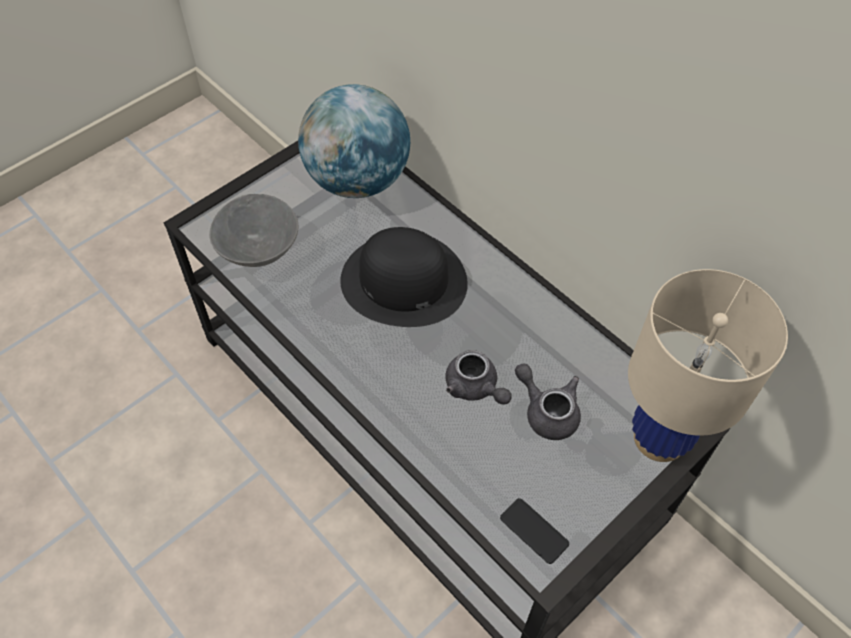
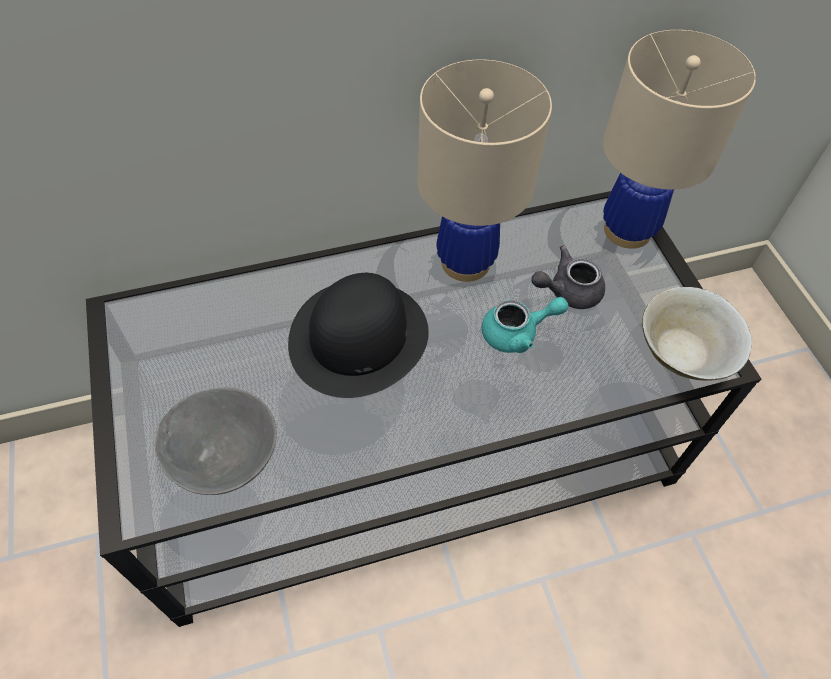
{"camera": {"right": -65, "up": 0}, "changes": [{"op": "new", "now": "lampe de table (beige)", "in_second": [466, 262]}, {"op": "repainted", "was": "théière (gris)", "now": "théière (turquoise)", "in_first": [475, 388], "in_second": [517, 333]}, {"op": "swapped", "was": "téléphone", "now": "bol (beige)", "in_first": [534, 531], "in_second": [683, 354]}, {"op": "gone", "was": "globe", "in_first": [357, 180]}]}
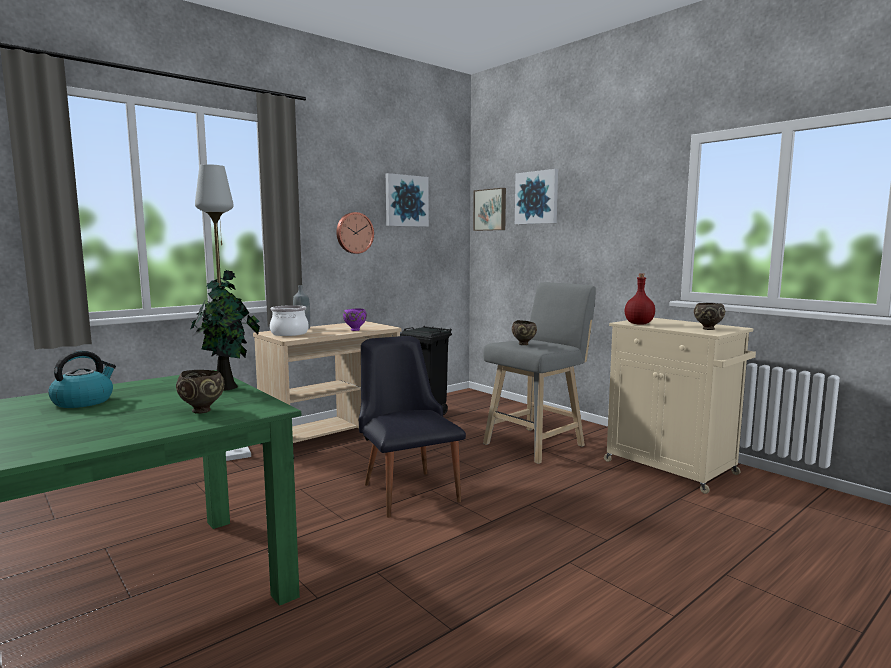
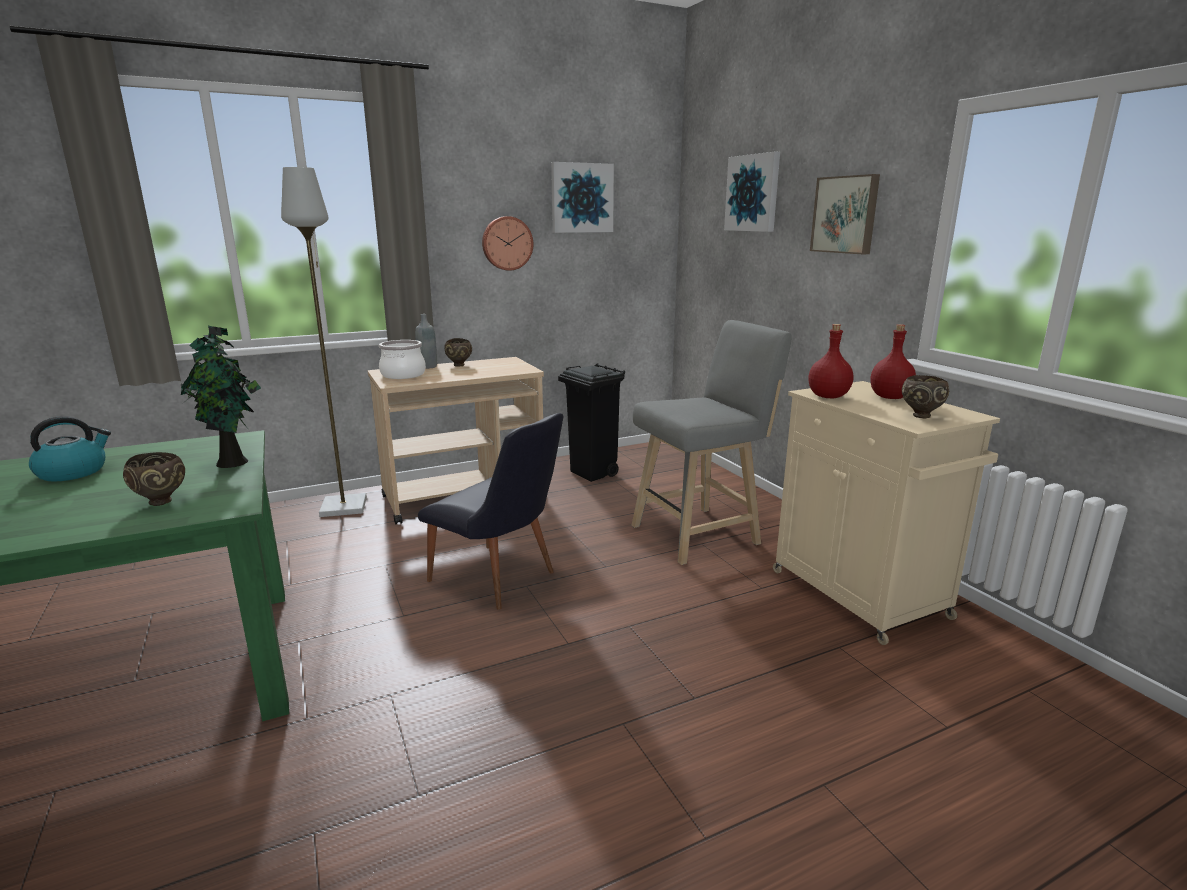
{"camera": {"right": 15, "up": 10}, "changes": [{"op": "rotated", "was": "chaise (noir)", "in_first": [407, 488], "in_second": [500, 580], "clockwise": 135}, {"op": "shifted", "was": "bol (marron)", "in_first": [524, 344], "in_second": [459, 365]}, {"op": "shifted", "was": "tableau", "in_first": [490, 210], "in_second": [846, 215]}, {"op": "new", "now": "bouteille (rouge)", "in_second": [889, 397]}, {"op": "gone", "was": "bol (violet)", "in_first": [355, 330]}]}
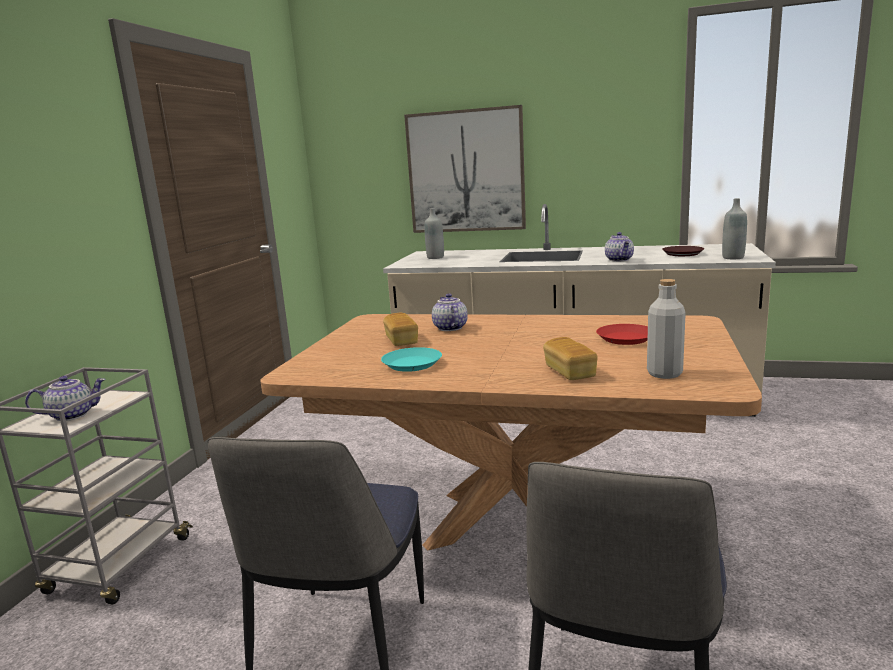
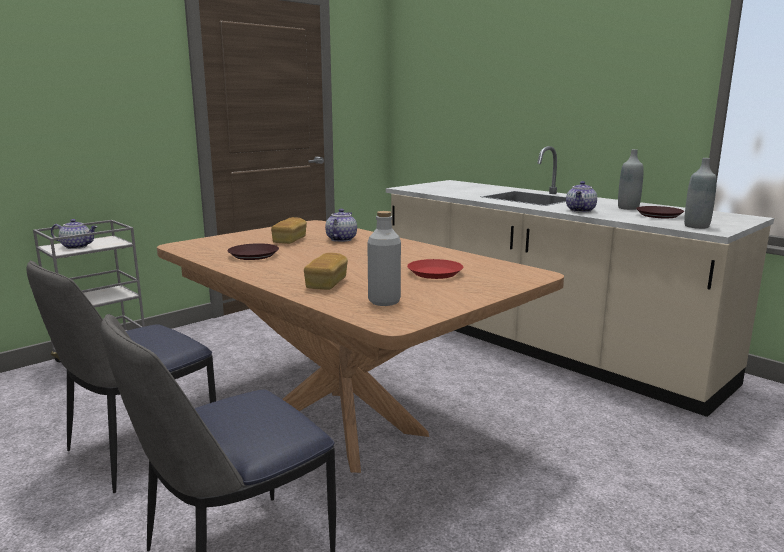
{"camera": {"right": 30, "up": 0}, "changes": [{"op": "repainted", "was": "assiette (turquoise)", "now": "assiette (marron)", "in_first": [411, 364], "in_second": [253, 255]}, {"op": "shifted", "was": "bouteille (gris)", "in_first": [435, 257], "in_second": [628, 208]}, {"op": "gone", "was": "tableau", "in_first": [466, 171]}]}
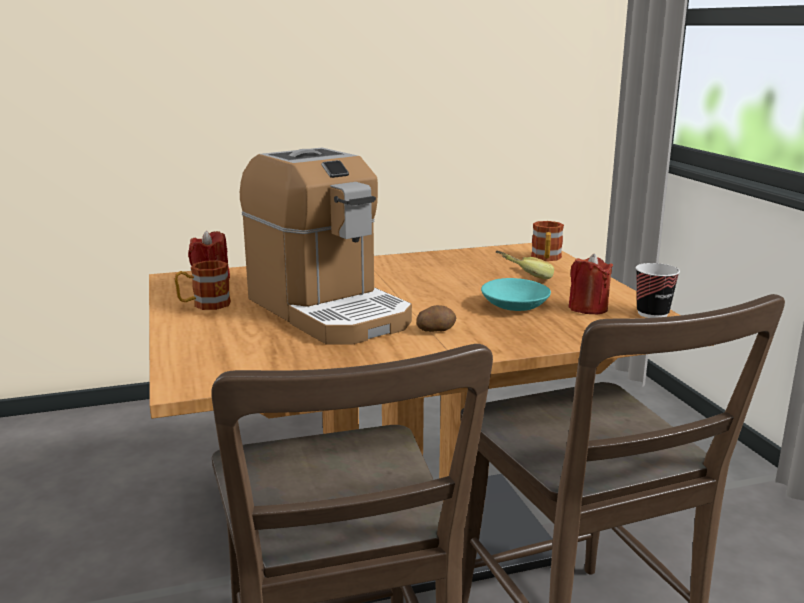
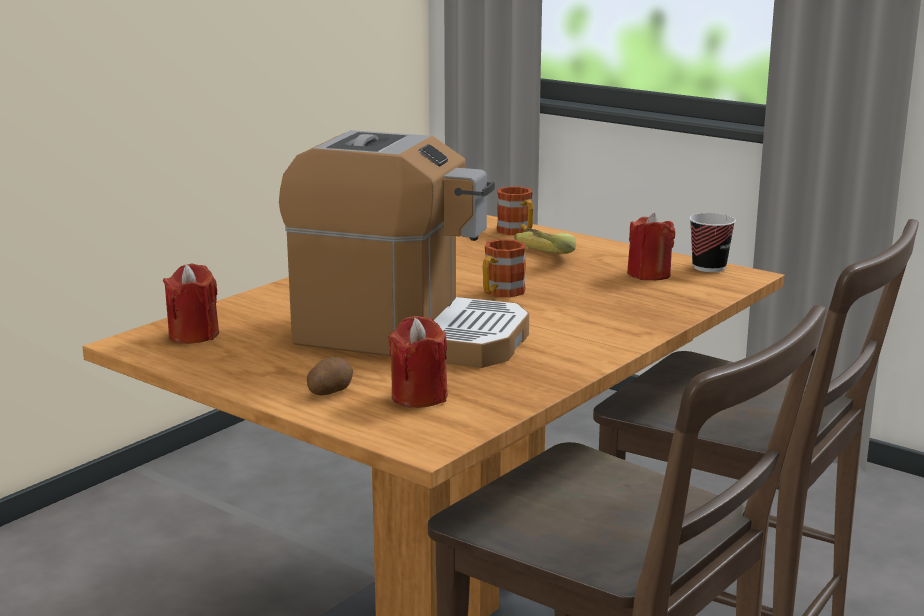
{"camera": {"right": -35, "up": 0}, "changes": [{"op": "shifted", "was": "pomme de terre", "in_first": [435, 330], "in_second": [329, 391]}, {"op": "new", "now": "bougie (rouge)", "in_second": [419, 397]}, {"op": "shifted", "was": "mug", "in_first": [204, 305], "in_second": [500, 293]}, {"op": "gone", "was": "bol (turquoise)", "in_first": [515, 306]}]}
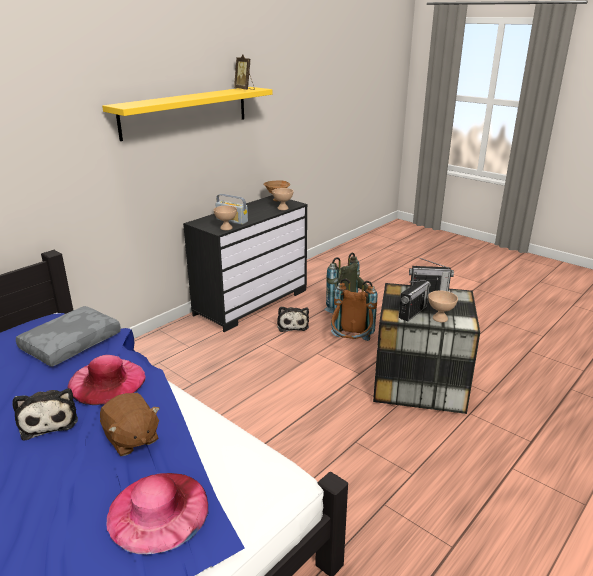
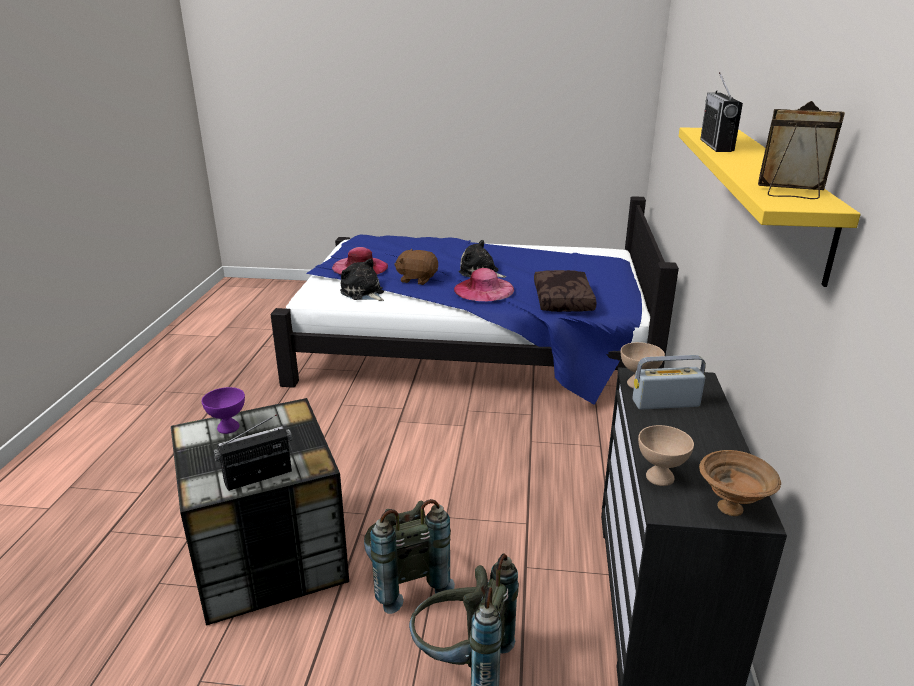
{"camera": {"right": 145, "up": 0}, "changes": [{"op": "repainted", "was": "bol (beige)", "now": "bol (violet)", "in_first": [440, 318], "in_second": [227, 428]}, {"op": "shifted", "was": "peluche", "in_first": [292, 325], "in_second": [363, 293]}, {"op": "repainted", "was": "sac à dos (marron)", "now": "sac à dos (gris)", "in_first": [351, 345], "in_second": [405, 581]}, {"op": "repainted", "was": "coussin (gris)", "now": "coussin (marron)", "in_first": [71, 343], "in_second": [564, 300]}, {"op": "shifted", "was": "radio", "in_first": [413, 312], "in_second": [716, 145]}]}
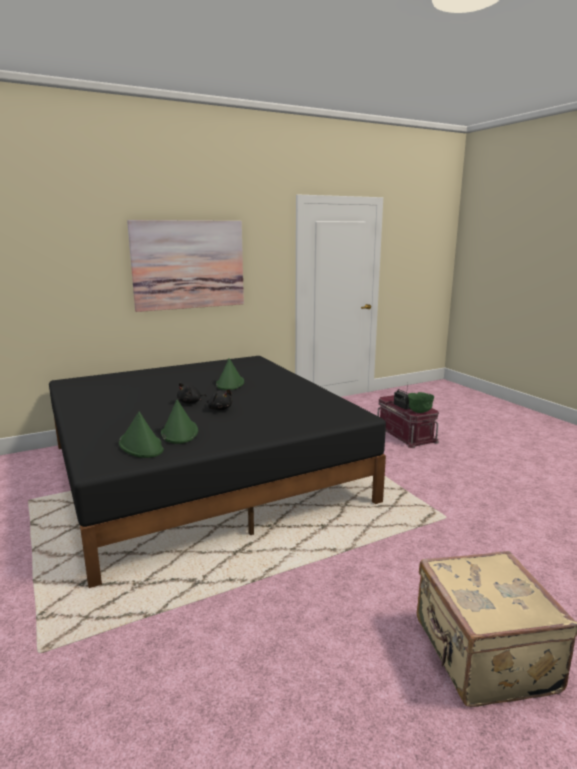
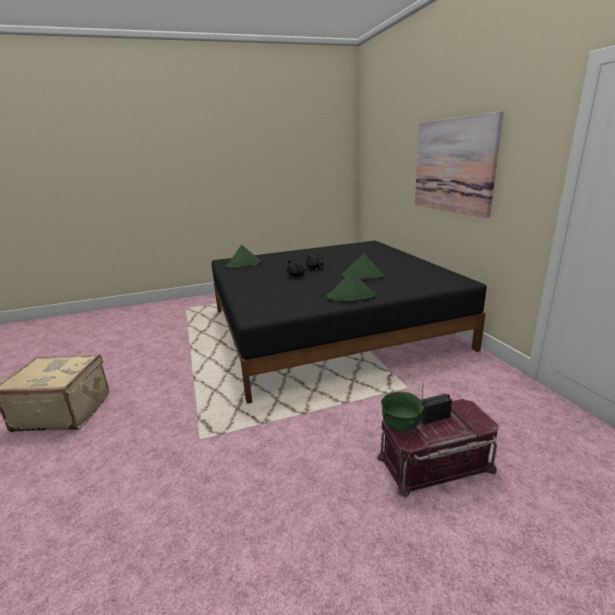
{"camera": {"right": 100, "up": 5}, "changes": [{"op": "shifted", "was": "chapeau (vert)", "in_first": [179, 432], "in_second": [351, 297]}]}
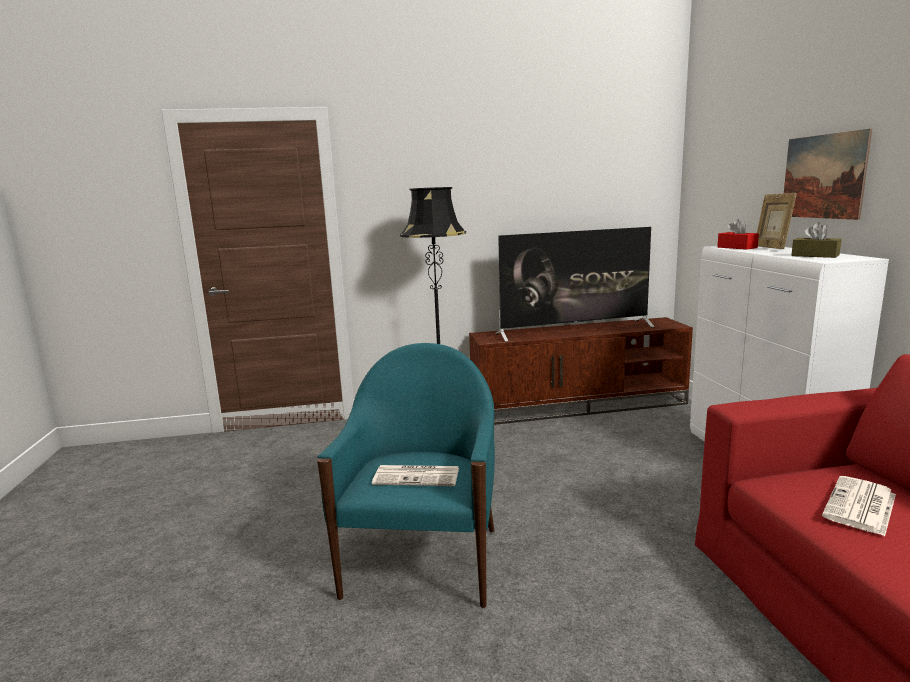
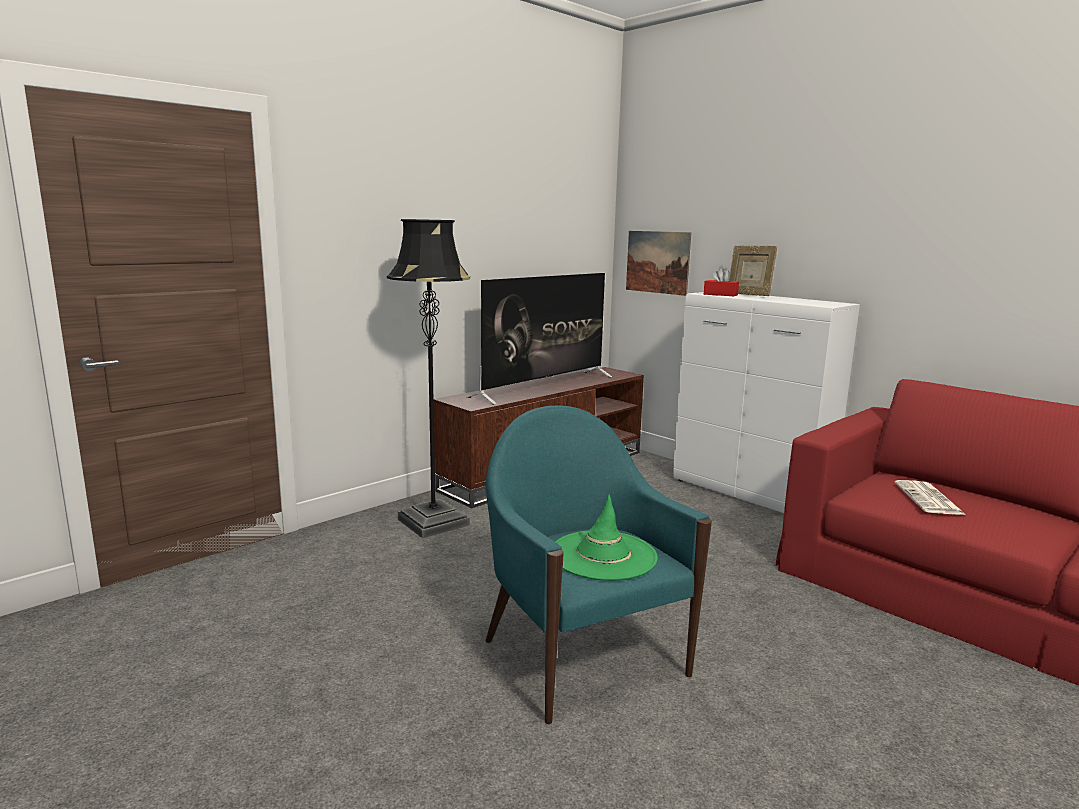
{"camera": {"right": -35, "up": 0}, "changes": [{"op": "swapped", "was": "journal", "now": "chapeau (vert)", "in_first": [418, 476], "in_second": [603, 555]}, {"op": "shifted", "was": "tableau", "in_first": [823, 176], "in_second": [657, 262]}, {"op": "gone", "was": "boîte à mouchoirs (marron)", "in_first": [815, 255]}]}
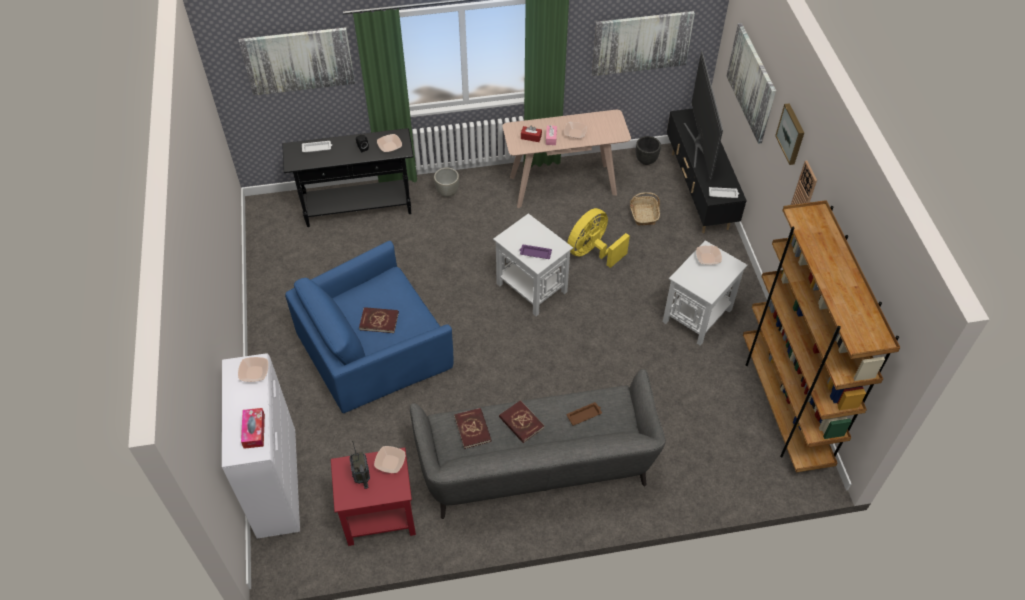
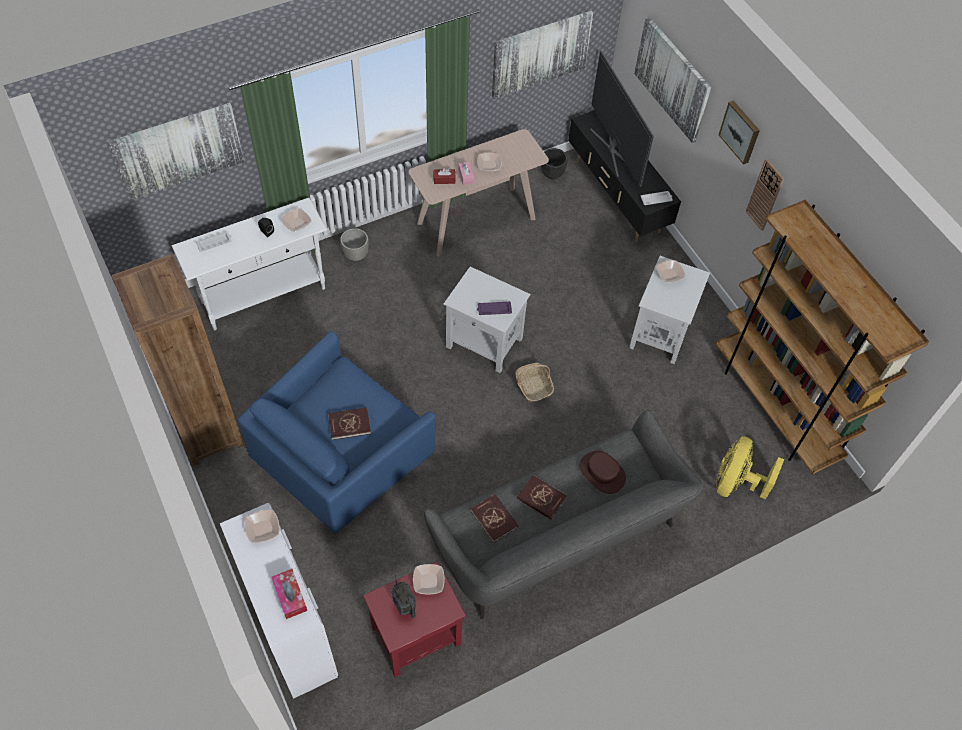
{"camera": {"right": -20, "up": 5}, "changes": [{"op": "new", "now": "bibliothèque (marron)", "in_second": [208, 431]}, {"op": "repainted", "was": "table console (noir)", "now": "table console (blanc)", "in_first": [358, 208], "in_second": [264, 295]}, {"op": "shifted", "was": "panier", "in_first": [644, 214], "in_second": [533, 386]}, {"op": "swapped", "was": "plateau (marron)", "now": "chapeau (marron)", "in_first": [584, 415], "in_second": [601, 473]}, {"op": "shifted", "was": "ventilateur (jaune)", "in_first": [592, 252], "in_second": [735, 482]}]}
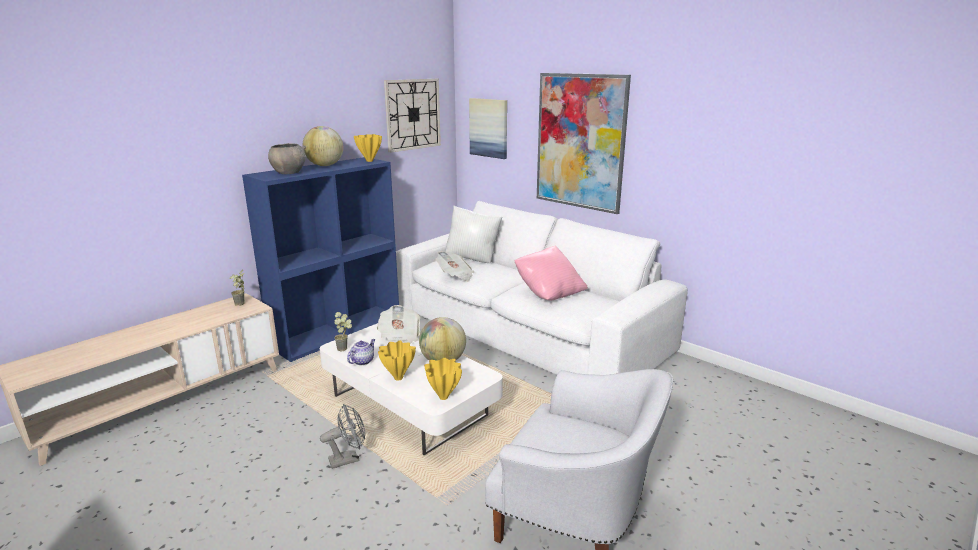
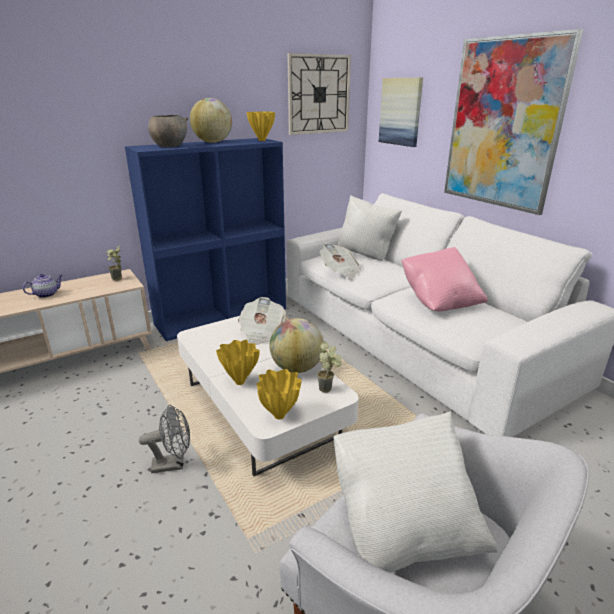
{"camera": {"right": 15, "up": 5}, "changes": [{"op": "shifted", "was": "théière", "in_first": [362, 361], "in_second": [47, 294]}, {"op": "shifted", "was": "plante en pot", "in_first": [345, 349], "in_second": [329, 389]}, {"op": "new", "now": "coussin (blanc)", "in_second": [405, 523]}]}
